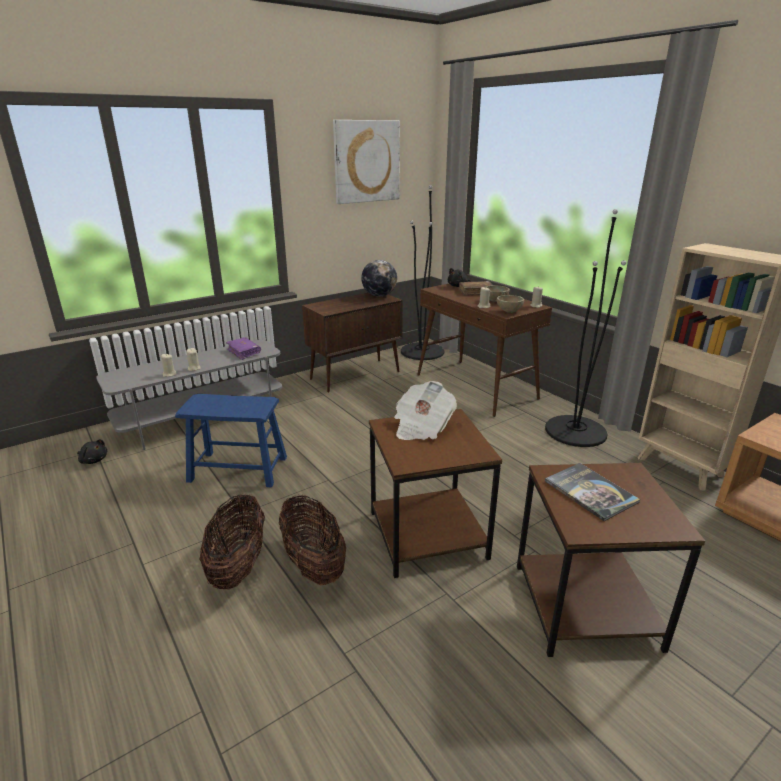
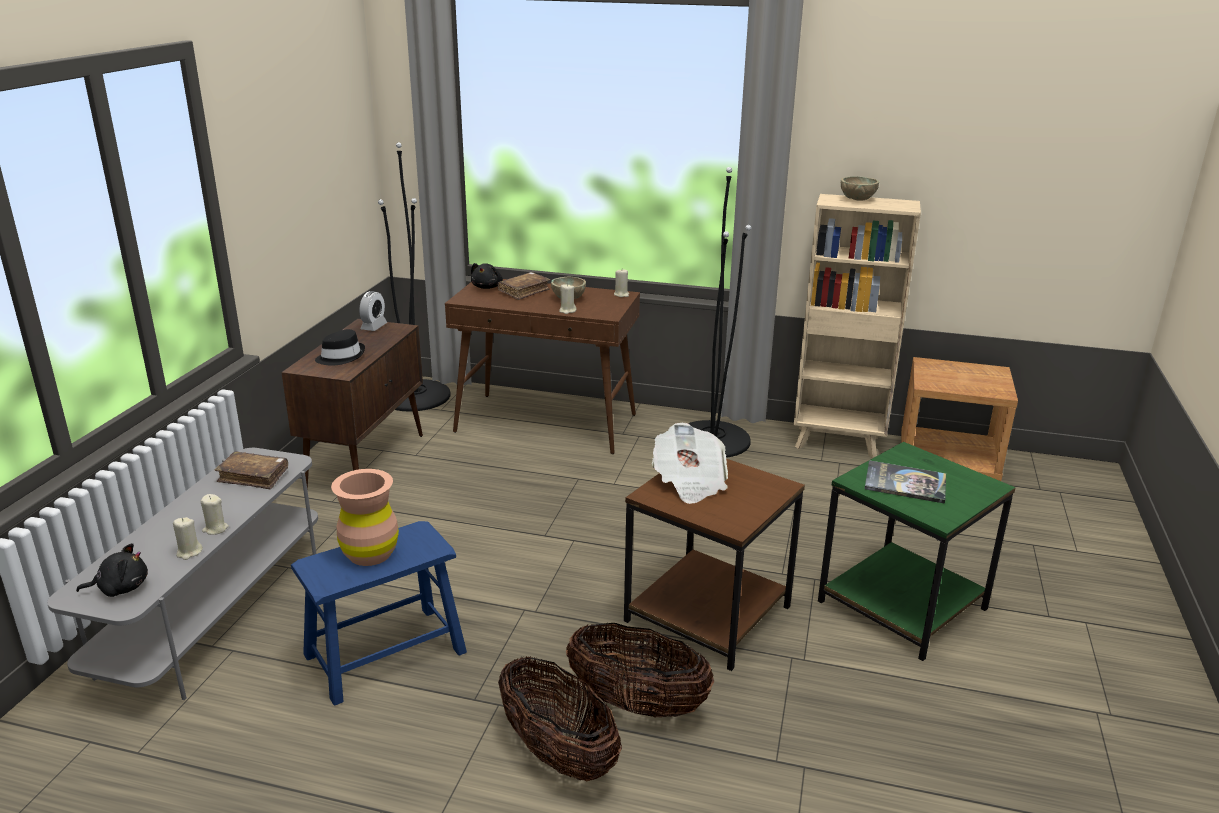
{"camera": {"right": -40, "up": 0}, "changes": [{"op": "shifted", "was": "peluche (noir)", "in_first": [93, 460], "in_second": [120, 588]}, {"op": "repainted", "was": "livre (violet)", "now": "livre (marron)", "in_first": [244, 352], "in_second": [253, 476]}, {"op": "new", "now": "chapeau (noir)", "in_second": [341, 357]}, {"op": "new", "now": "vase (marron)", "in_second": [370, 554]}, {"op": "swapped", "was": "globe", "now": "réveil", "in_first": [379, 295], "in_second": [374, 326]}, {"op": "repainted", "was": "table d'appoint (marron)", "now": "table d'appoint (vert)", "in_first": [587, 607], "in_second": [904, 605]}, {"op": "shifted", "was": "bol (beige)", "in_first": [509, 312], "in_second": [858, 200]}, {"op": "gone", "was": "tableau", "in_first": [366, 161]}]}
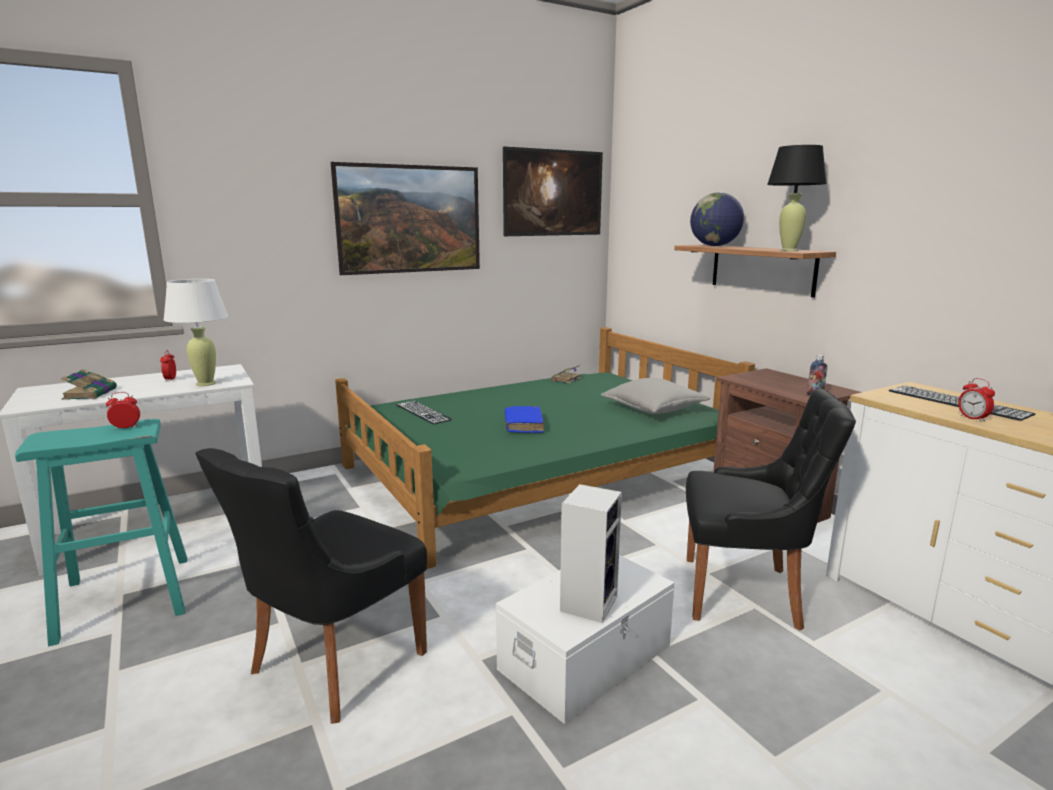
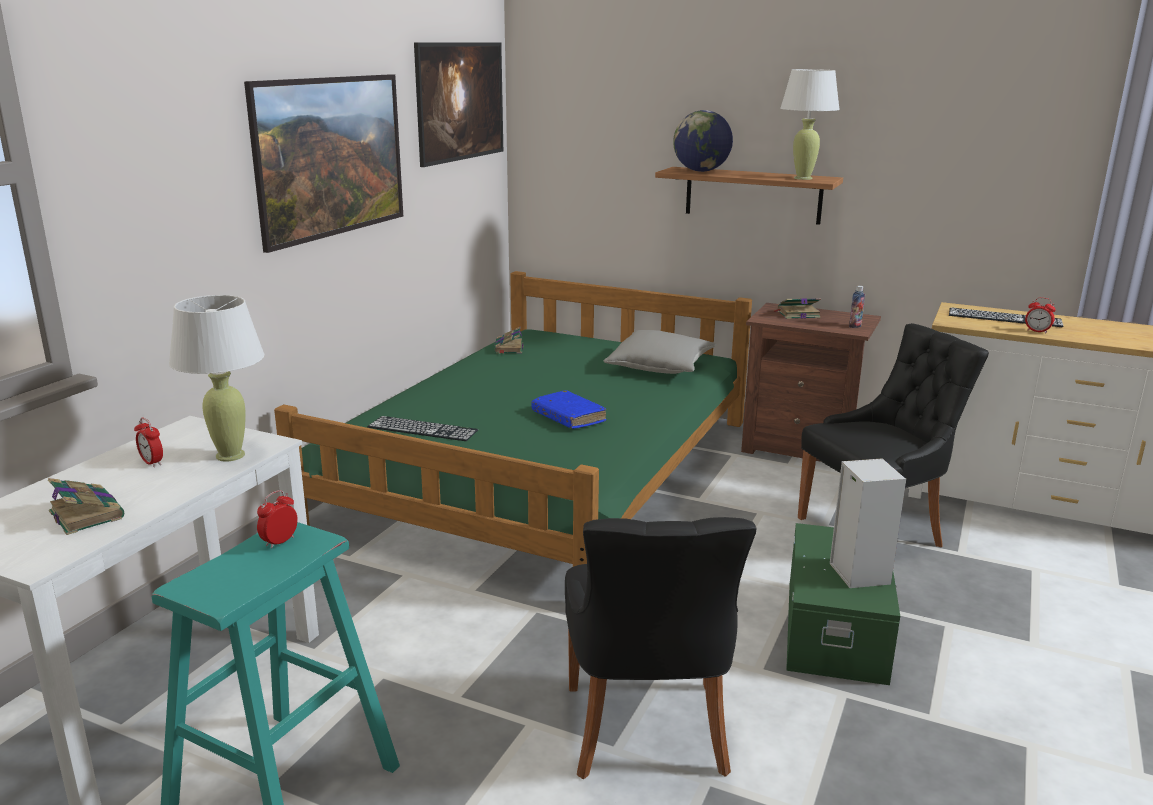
{"camera": {"right": -35, "up": 5}, "changes": [{"op": "new", "now": "livre", "in_second": [797, 314]}, {"op": "repainted", "was": "lampe de table (noir)", "now": "lampe de table (blanc)", "in_first": [789, 250], "in_second": [803, 178]}, {"op": "repainted", "was": "boîte de rangement (blanc)", "now": "boîte de rangement (vert)", "in_first": [587, 658], "in_second": [837, 630]}]}
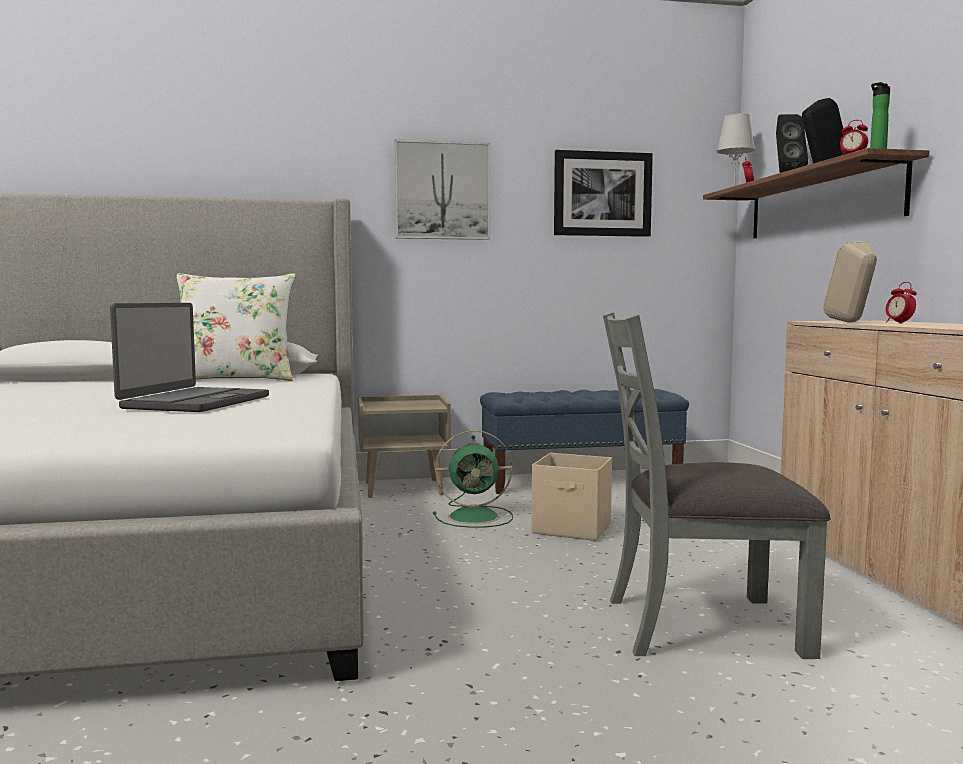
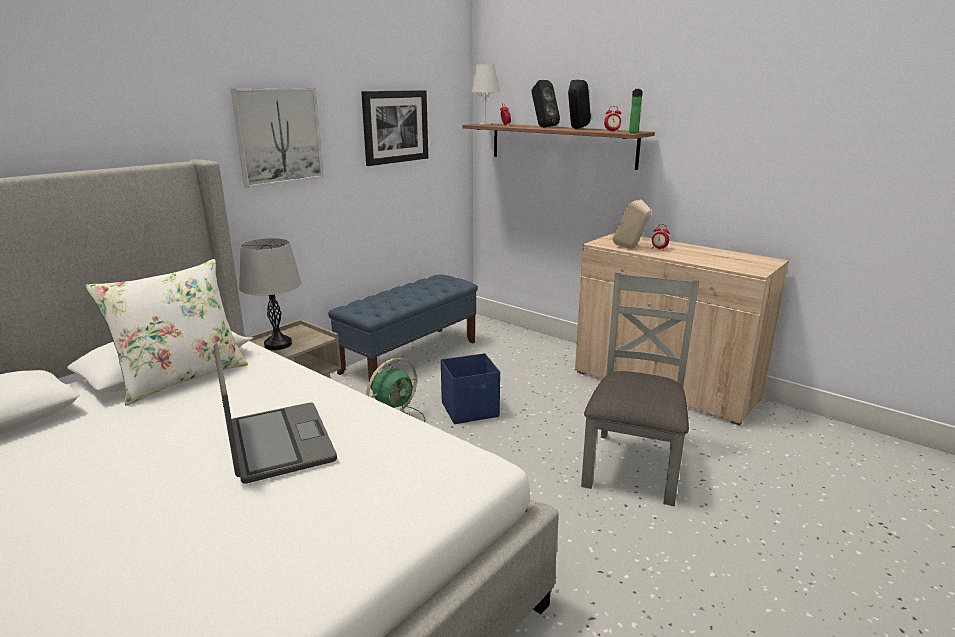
{"camera": {"right": -40, "up": 15}, "changes": [{"op": "new", "now": "lampe de table (gris)", "in_second": [278, 344]}, {"op": "repainted", "was": "boîte de rangement (beige)", "now": "boîte de rangement (bleu)", "in_first": [573, 529], "in_second": [471, 410]}, {"op": "rotated", "was": "chaise (gris)", "in_first": [701, 625], "in_second": [632, 465], "clockwise": 150}]}
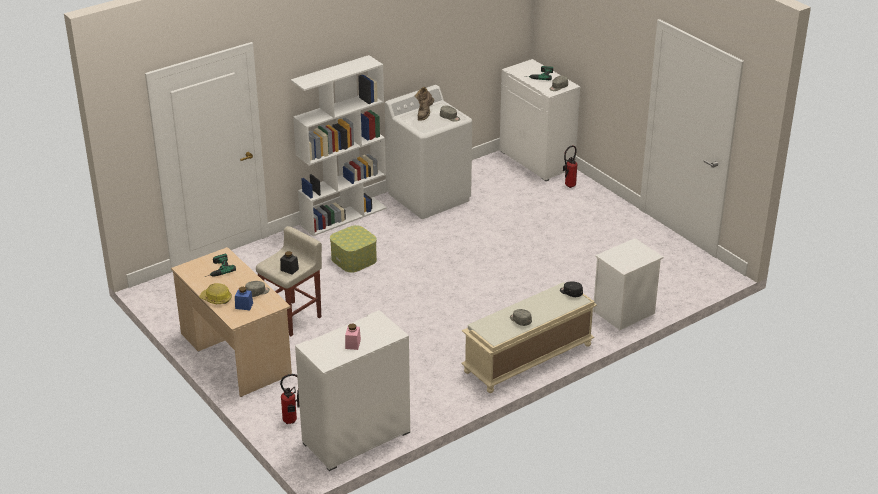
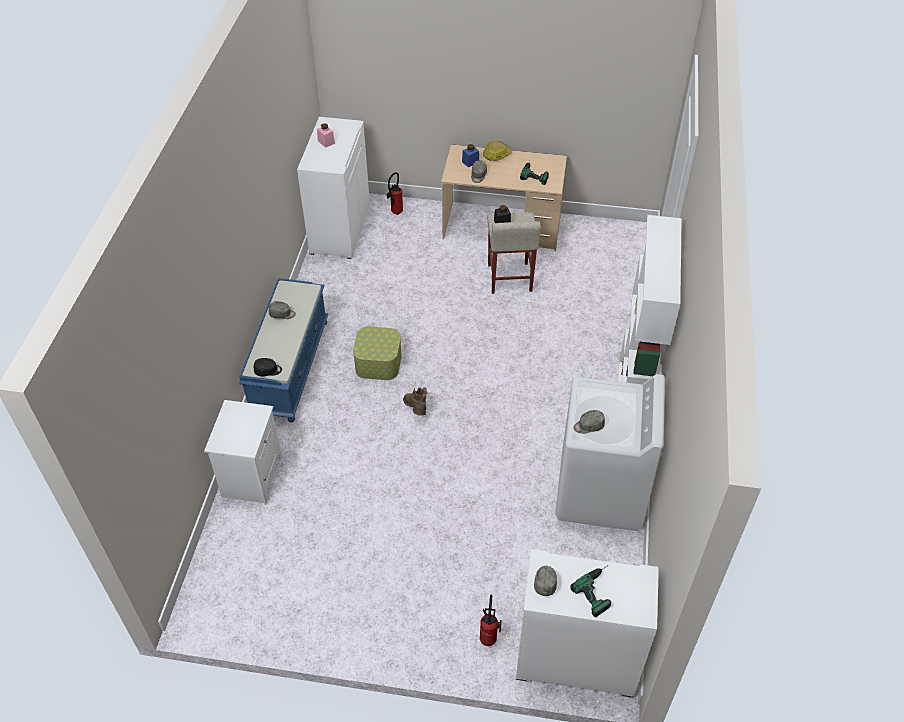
{"camera": {"right": 135, "up": 15}, "changes": [{"op": "repainted", "was": "banc (beige)", "now": "banc (bleu)", "in_first": [528, 359], "in_second": [289, 366]}, {"op": "shifted", "was": "boîte de rangement", "in_first": [354, 259], "in_second": [378, 362]}, {"op": "shifted", "was": "botte (marron)", "in_first": [424, 114], "in_second": [416, 409]}]}
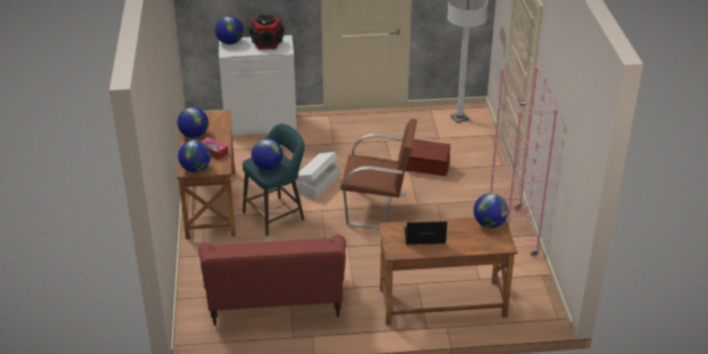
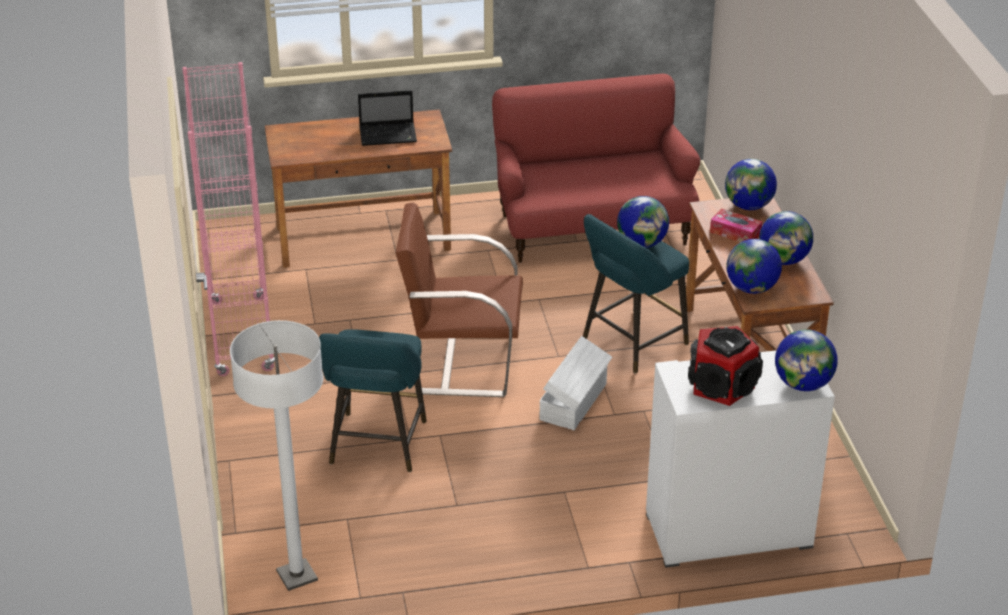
{"camera": {"right": 175, "up": 0}, "changes": [{"op": "swapped", "was": "boîte de rangement (marron)", "now": "tabouret (turquoise)", "in_first": [426, 168], "in_second": [376, 447]}, {"op": "shifted", "was": "globe", "in_first": [489, 224], "in_second": [751, 288]}]}
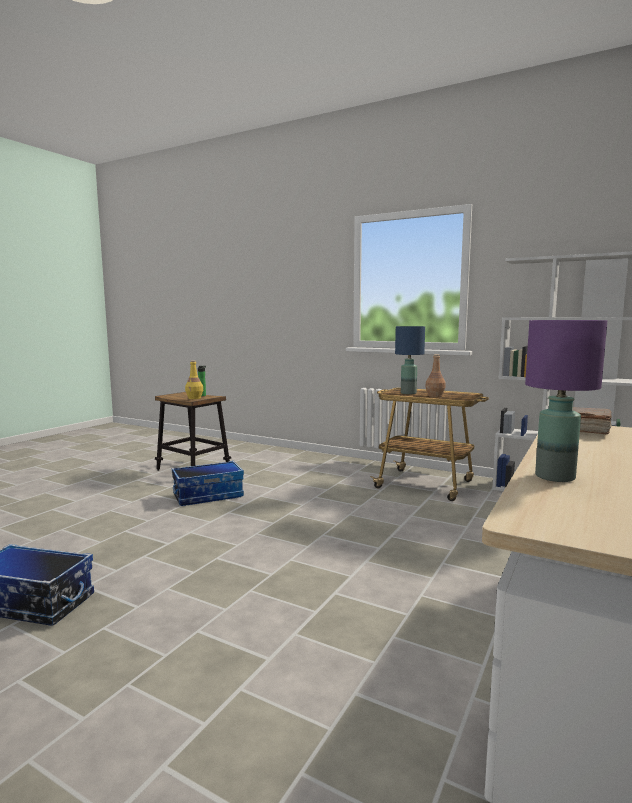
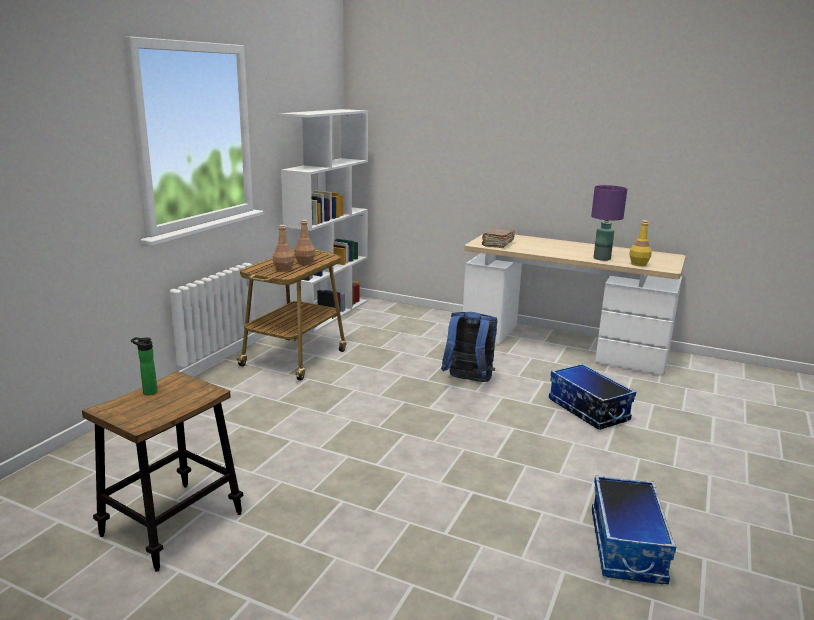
{"camera": {"right": -95, "up": 10}, "changes": [{"op": "swapped", "was": "lampe de table (bleu)", "now": "bouteille (marron)", "in_first": [409, 393], "in_second": [283, 269]}, {"op": "new", "now": "sac à dos (bleu)", "in_second": [468, 381]}, {"op": "shifted", "was": "boîte de rangement", "in_first": [208, 495], "in_second": [587, 410]}, {"op": "shifted", "was": "bouteille (jaune)", "in_first": [194, 398], "in_second": [638, 264]}]}
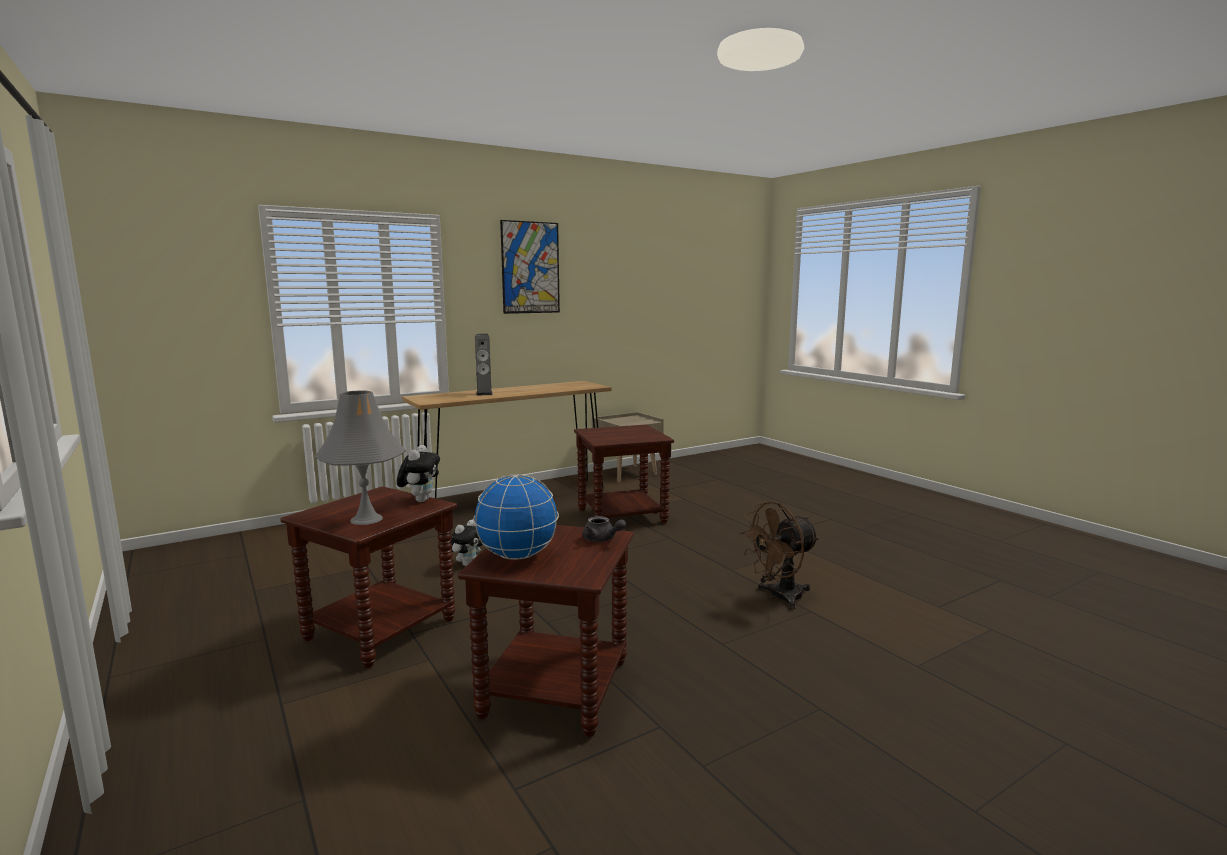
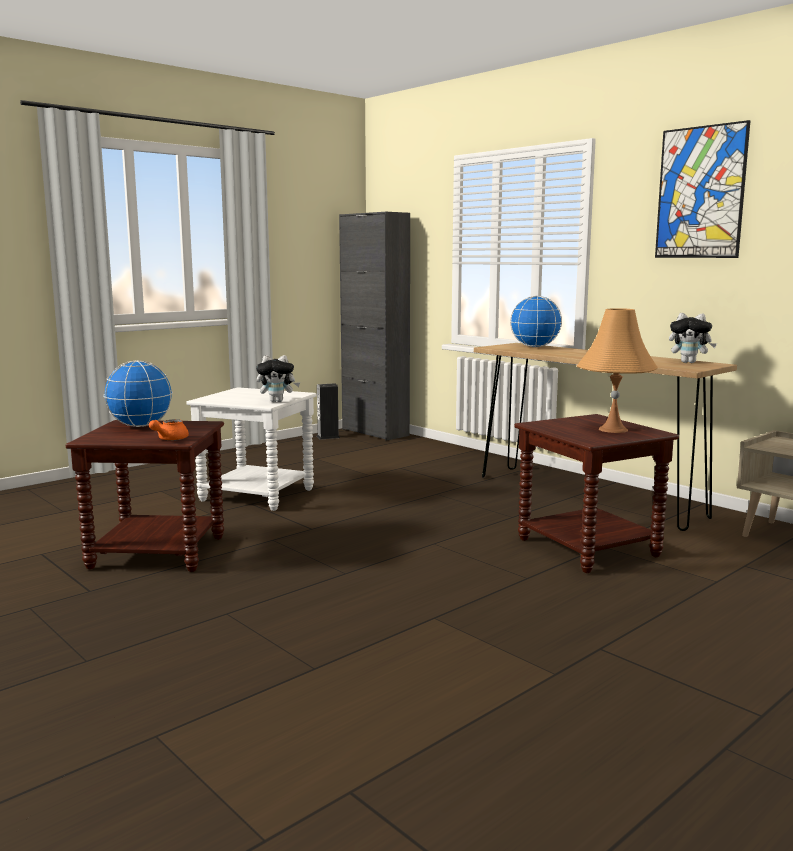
{"camera": {"right": 80, "up": 0}, "changes": [{"op": "repainted", "was": "théière (gris)", "now": "théière (orange)", "in_first": [602, 540], "in_second": [169, 439]}, {"op": "repainted", "was": "table d'appoint (marron)", "now": "table d'appoint (blanc)", "in_first": [380, 629], "in_second": [258, 495]}, {"op": "shifted", "was": "enceinte", "in_first": [484, 393], "in_second": [328, 437]}, {"op": "new", "now": "meuble de rangement (noir)", "in_second": [375, 432]}, {"op": "new", "now": "globe", "in_second": [534, 347]}, {"op": "new", "now": "lampe de table (orange)", "in_second": [613, 429]}, {"op": "shifted", "was": "peluche", "in_first": [467, 564], "in_second": [689, 362]}, {"op": "gone", "was": "lampe de table (gris)", "in_first": [367, 519]}, {"op": "gone", "was": "ventilateur (marron)", "in_first": [779, 597]}]}
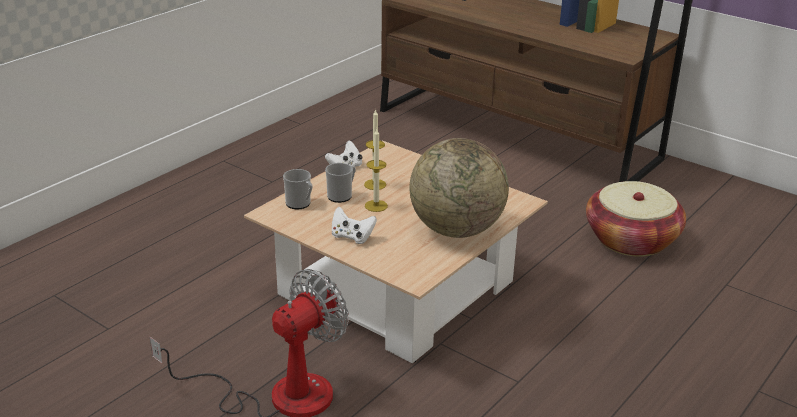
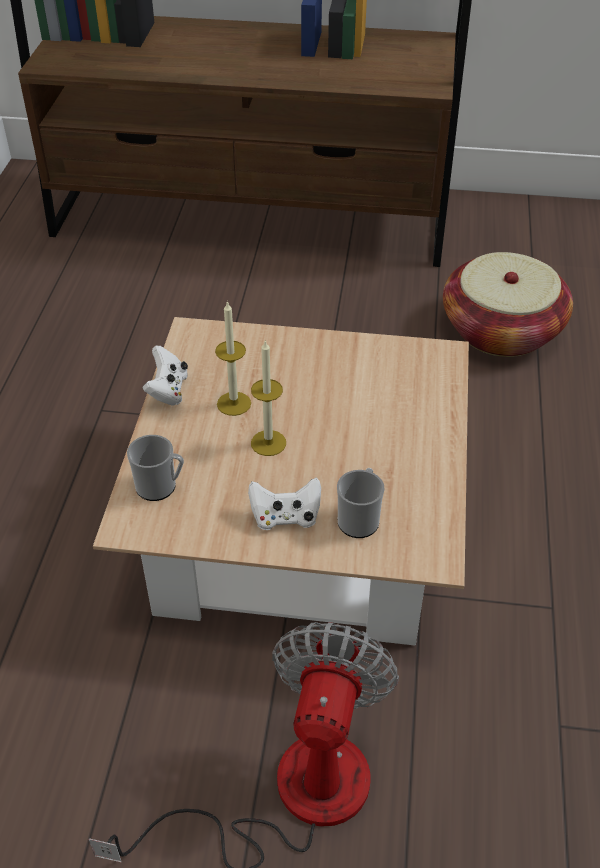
{"camera": {"right": -30, "up": 15}, "changes": [{"op": "shifted", "was": "mug", "in_first": [342, 195], "in_second": [359, 518]}, {"op": "gone", "was": "globe", "in_first": [456, 229]}]}
